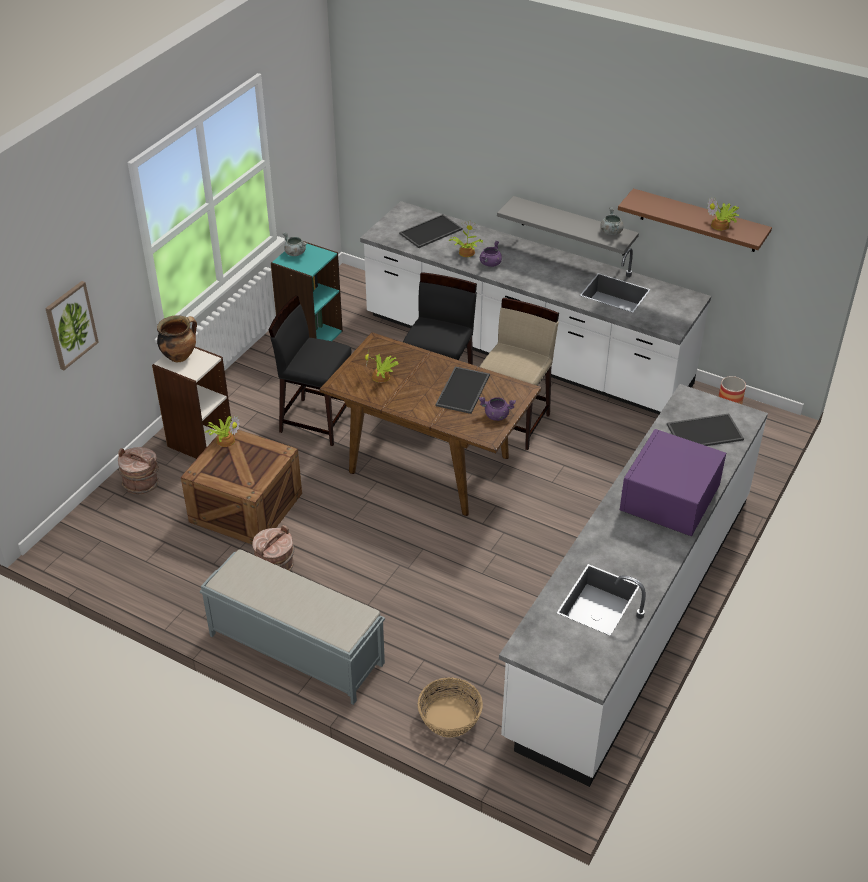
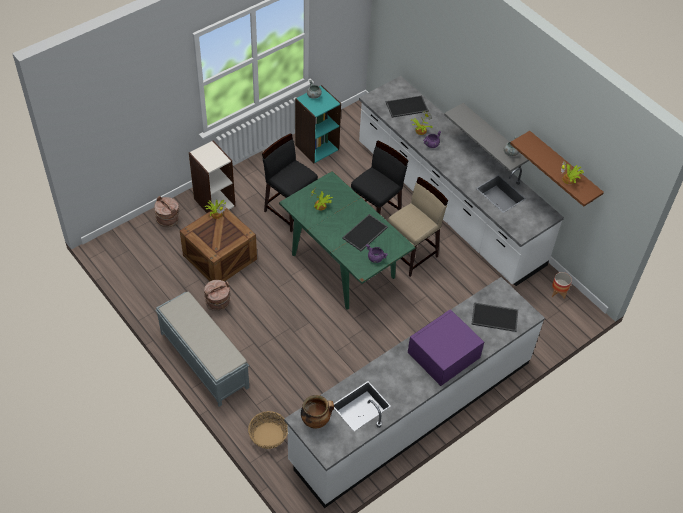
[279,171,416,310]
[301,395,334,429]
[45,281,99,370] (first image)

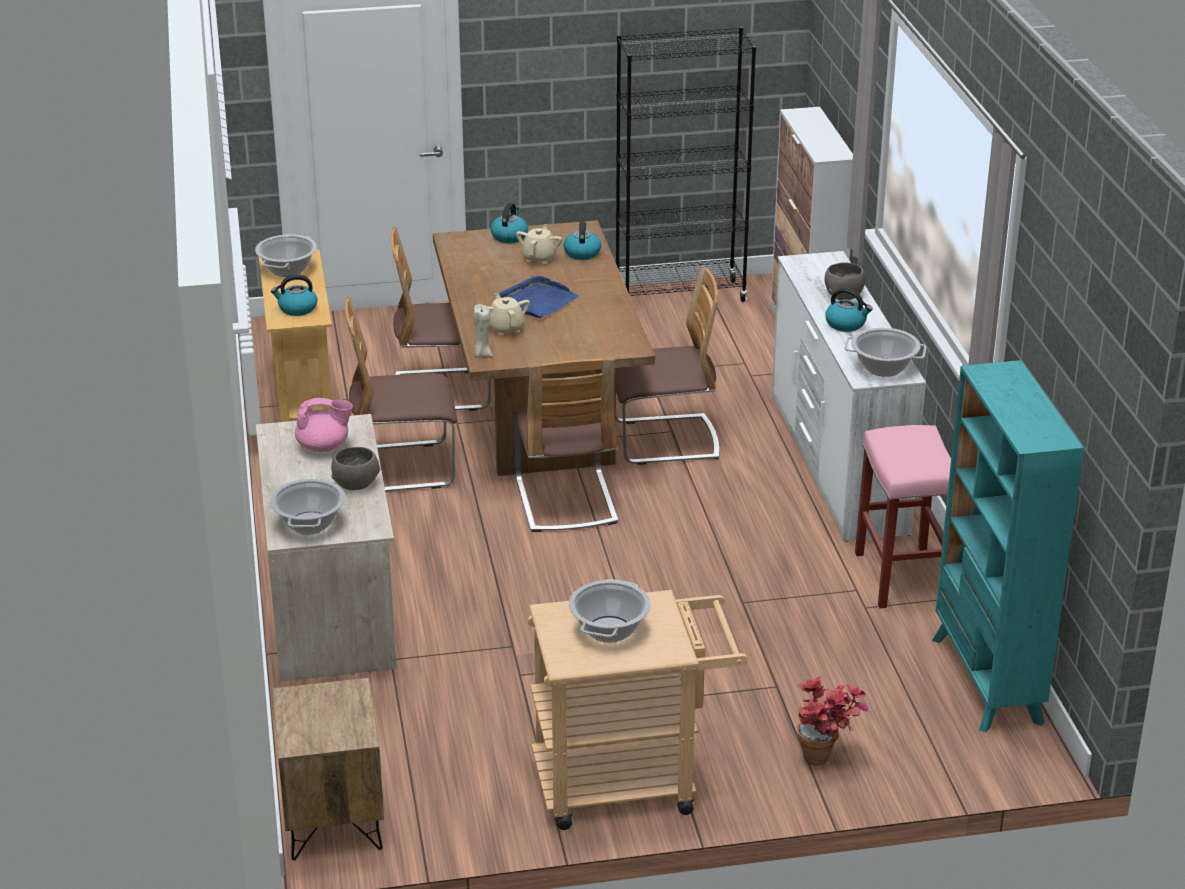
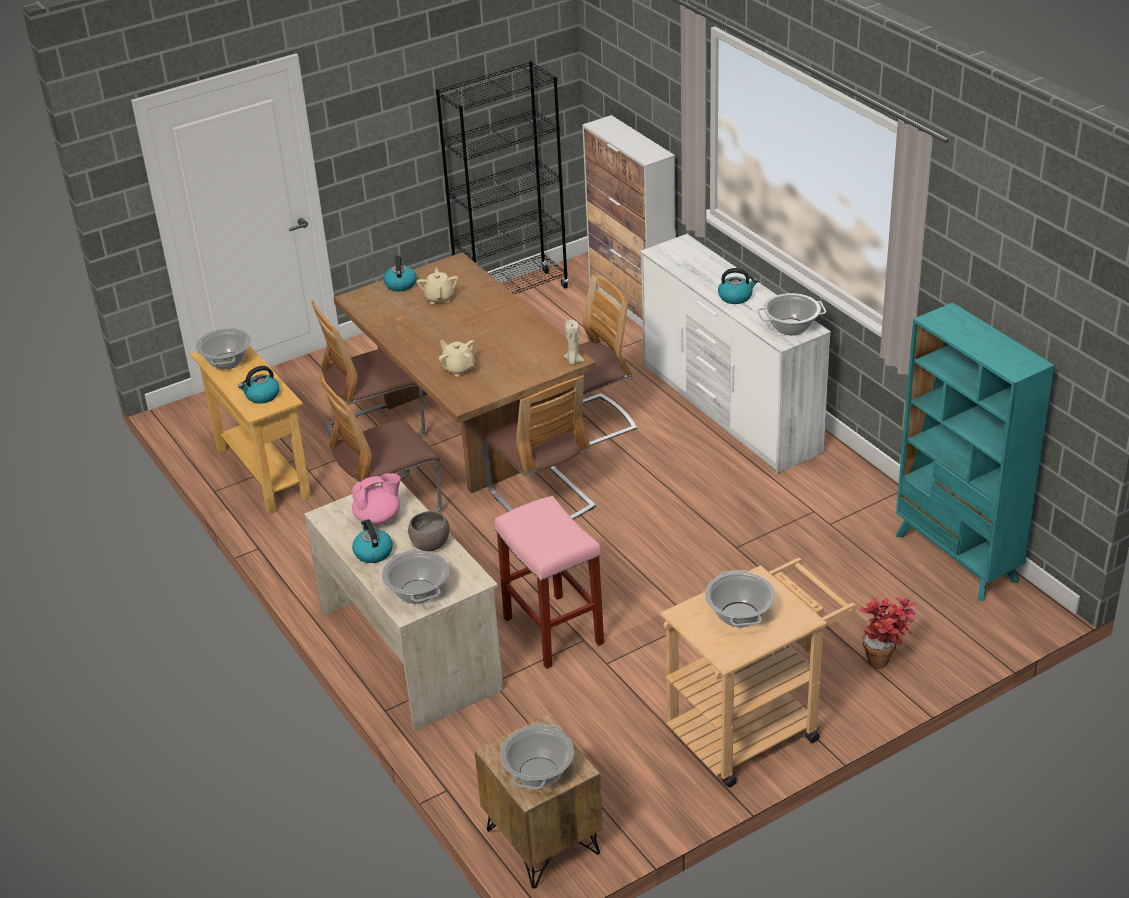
[352,519,393,563]
[495,496,604,669]
[500,723,574,789]
[564,320,585,365]
[499,276,579,318] (first image)
[824,262,865,300] (first image)

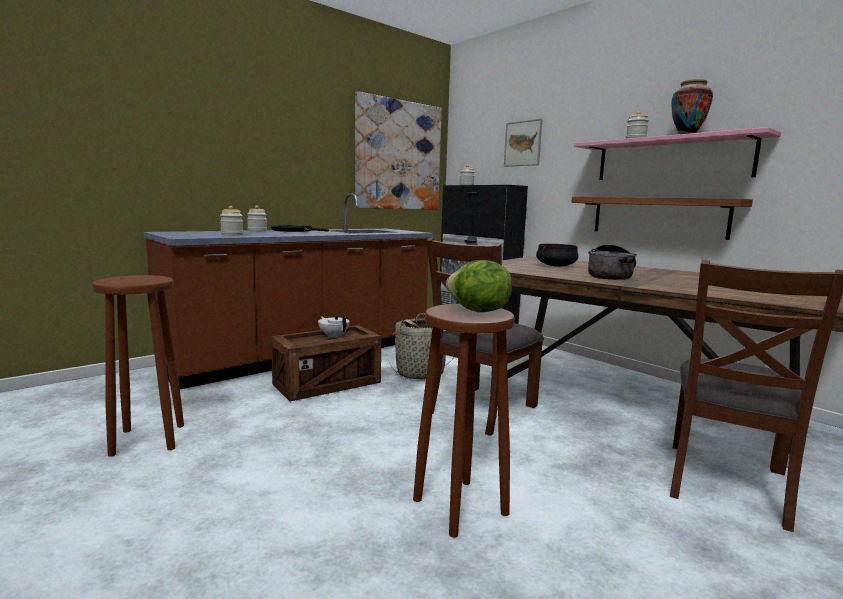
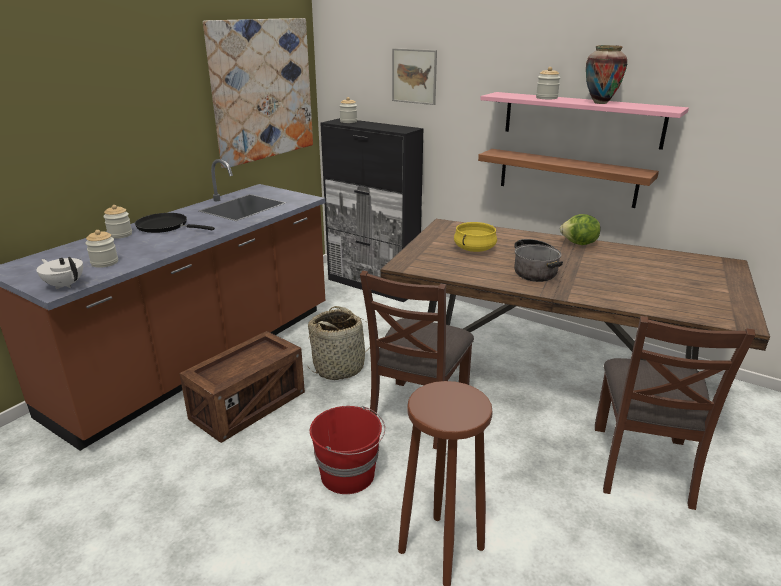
[36,257,83,289]
[310,406,385,494]
[454,222,497,252]
[560,214,601,245]
[92,275,184,457] (first image)

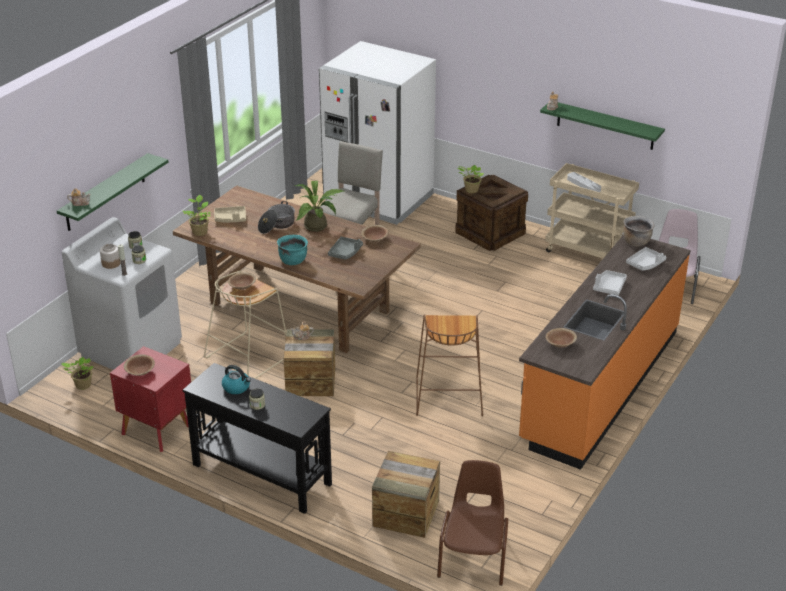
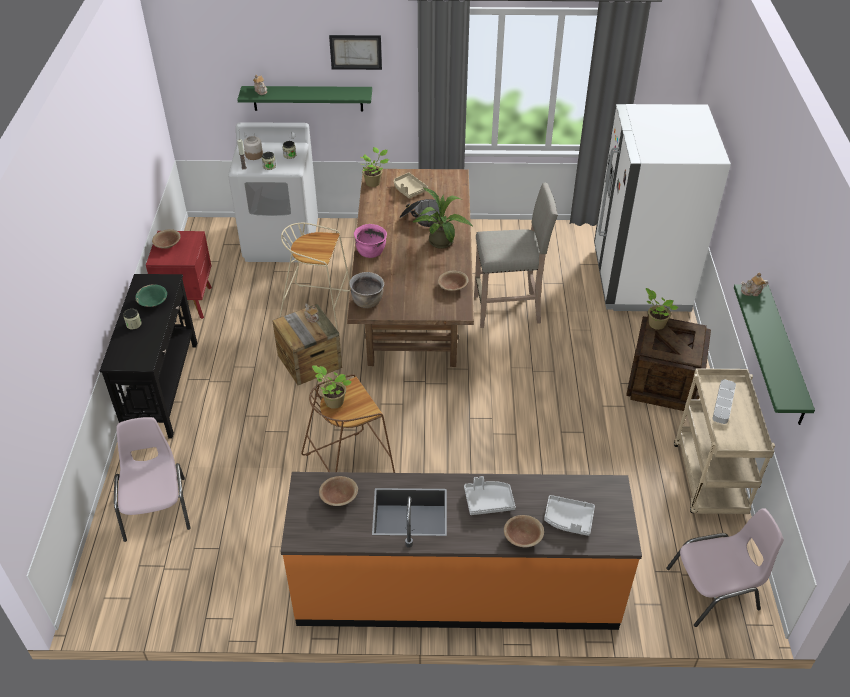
[114,417,191,542]
[135,284,167,307]
[312,365,352,409]
[329,35,382,70]
[349,272,384,308]
[354,224,387,258]
[504,515,544,547]
[328,237,363,260] (first image)
[437,460,508,586] (first image)

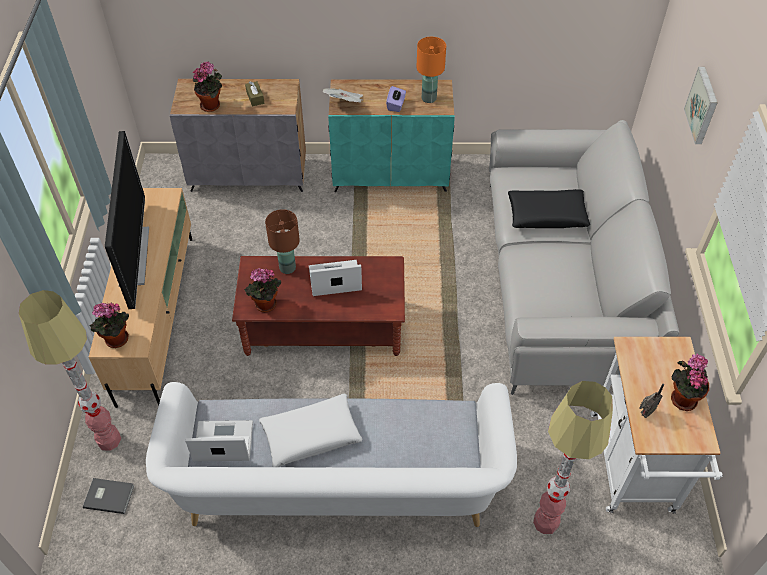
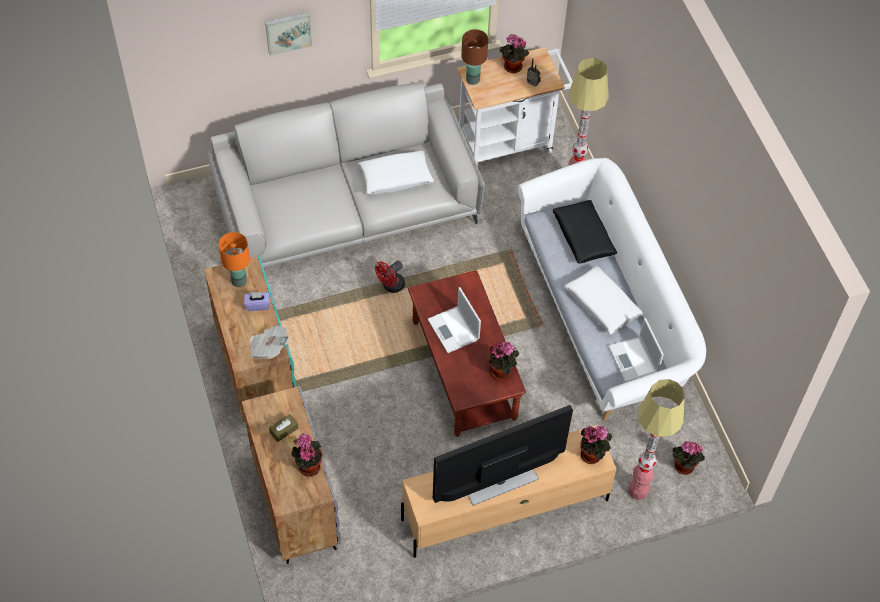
[358,151,434,194]
[375,261,405,293]
[461,29,488,85]
[552,200,617,263]
[672,441,705,475]

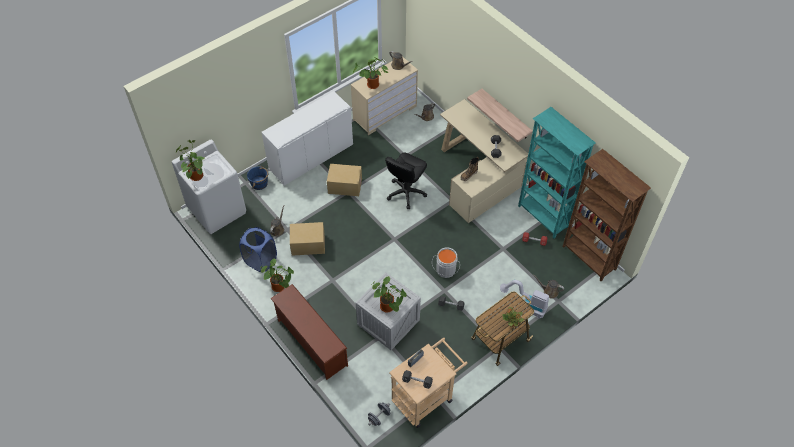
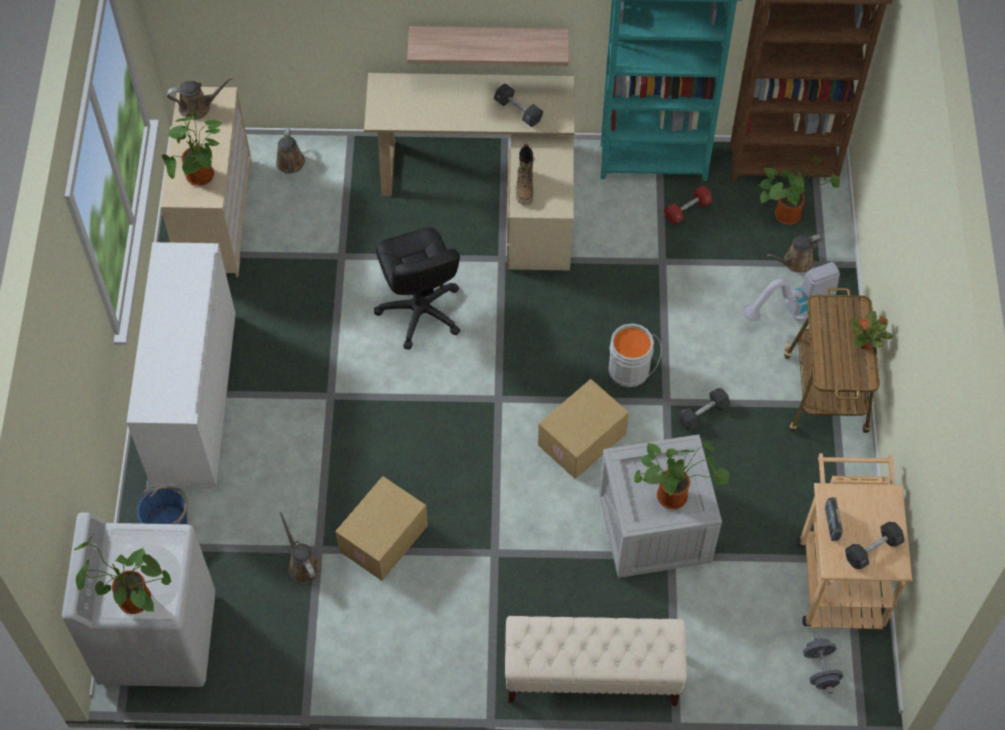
[505,616,687,706]
[538,379,629,479]
[759,154,840,225]
[239,227,277,272] (first image)

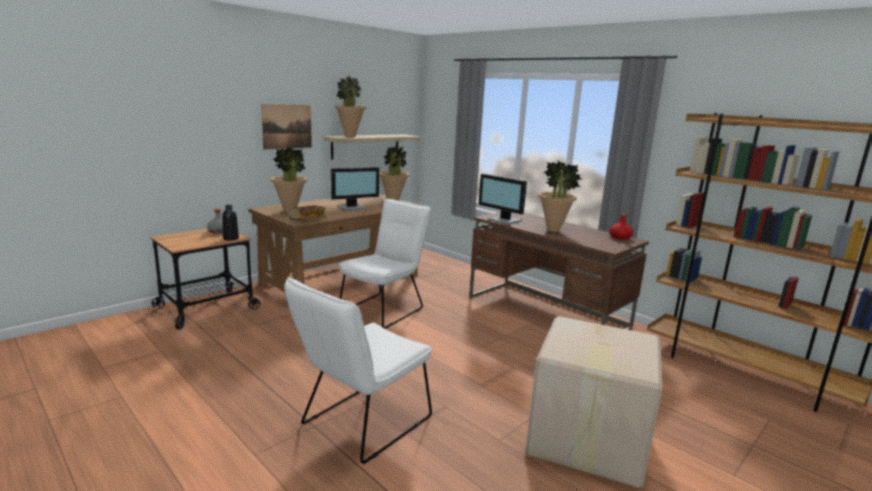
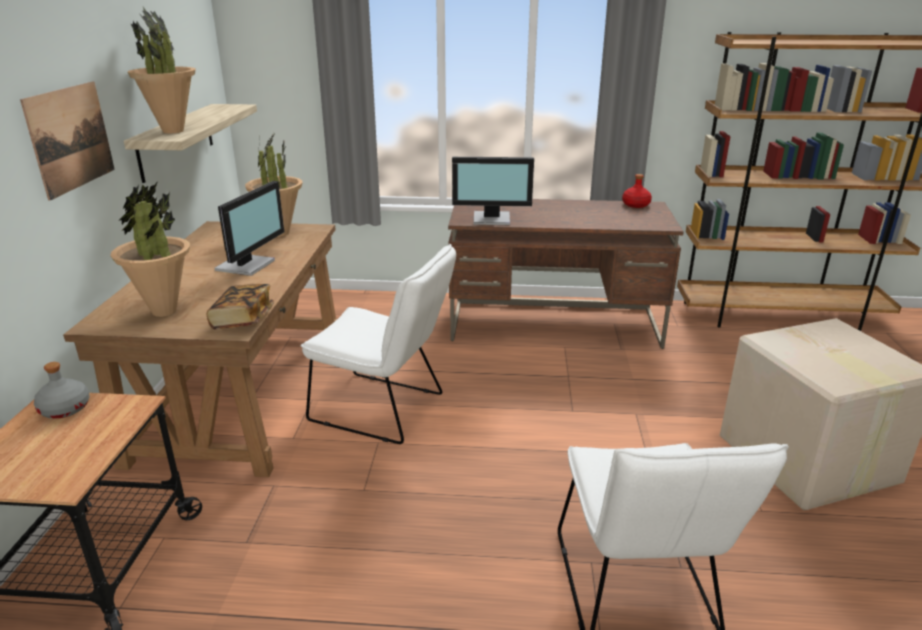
[301,244,456,444]
[222,205,239,241] (first image)
[538,161,581,232] (first image)

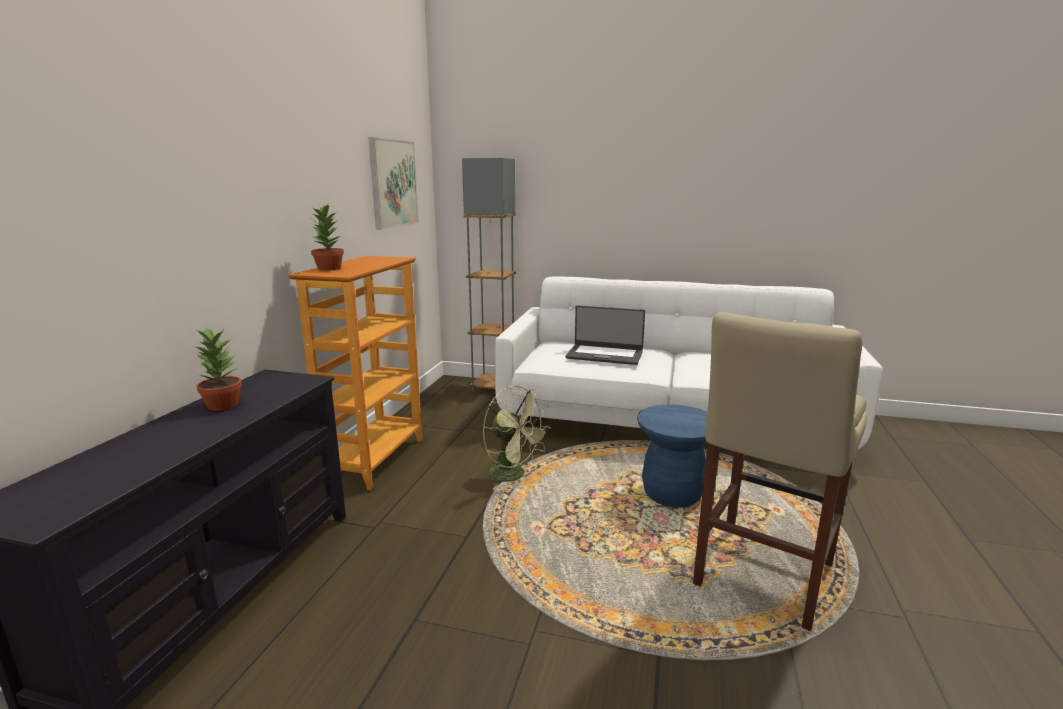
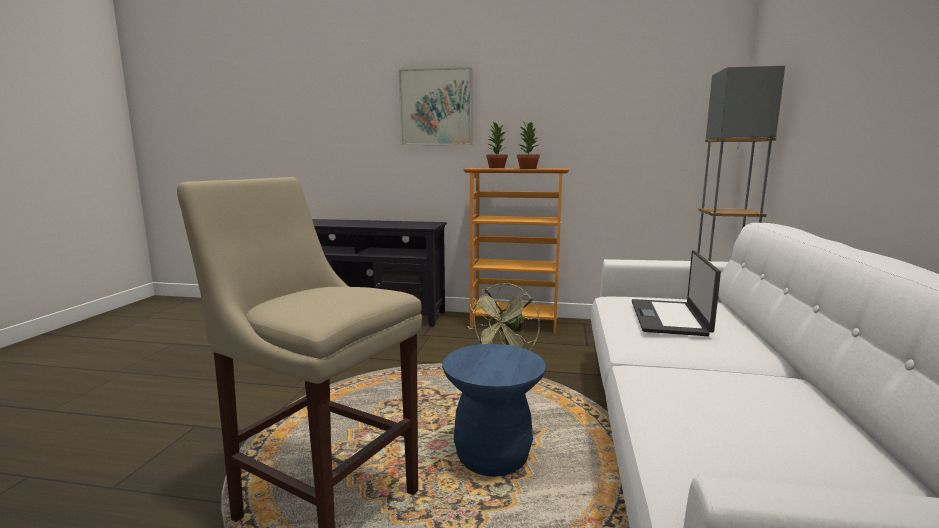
[399,67,472,145]
[517,120,540,169]

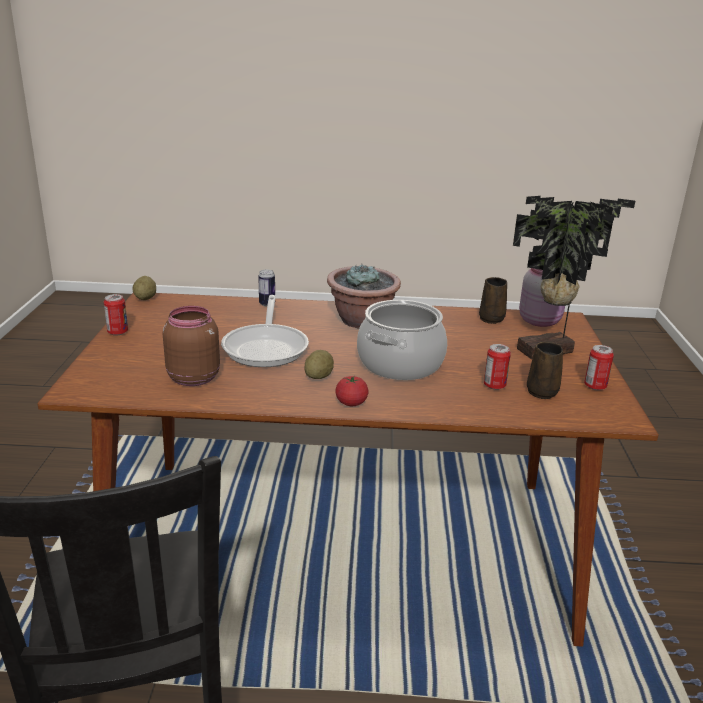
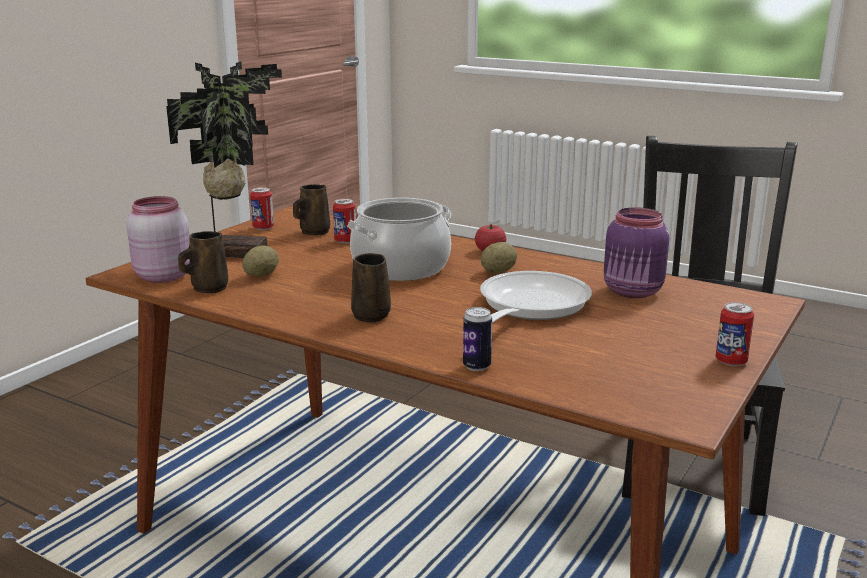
[242,246,279,277]
[351,253,391,323]
[604,207,669,298]

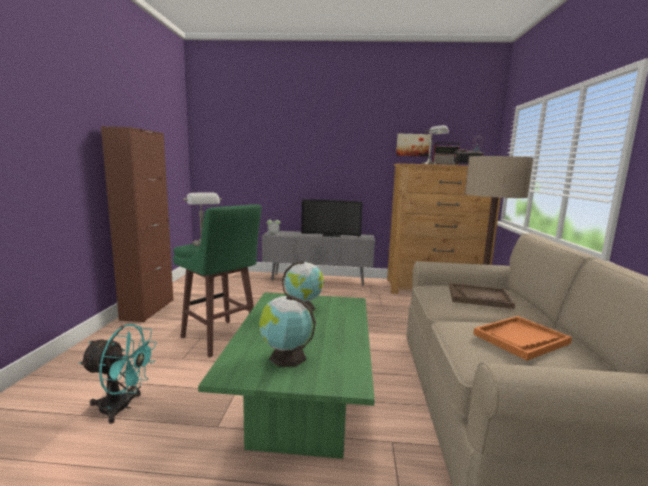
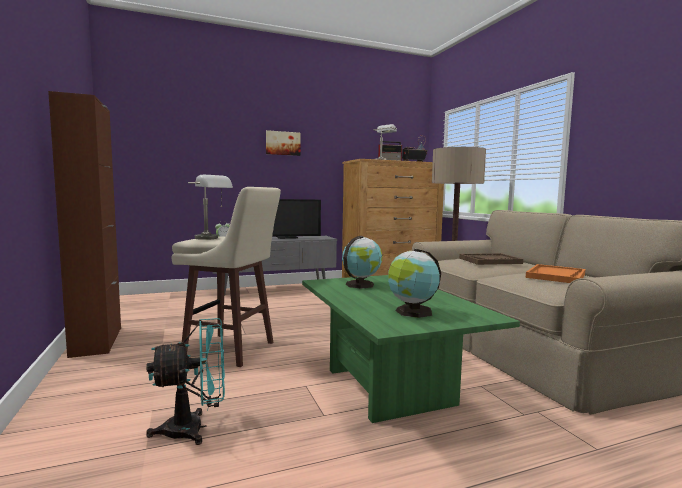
[172,187,281,367]
[266,130,301,156]

